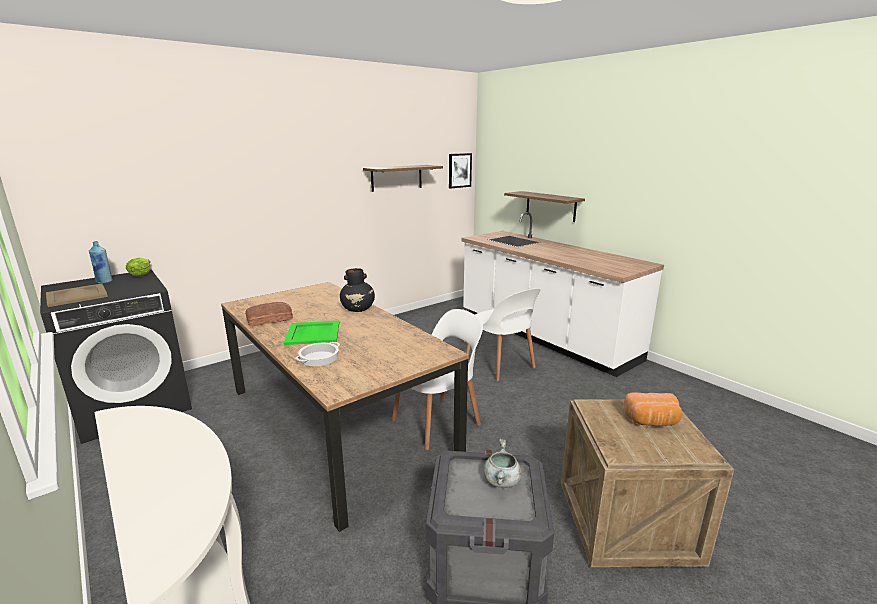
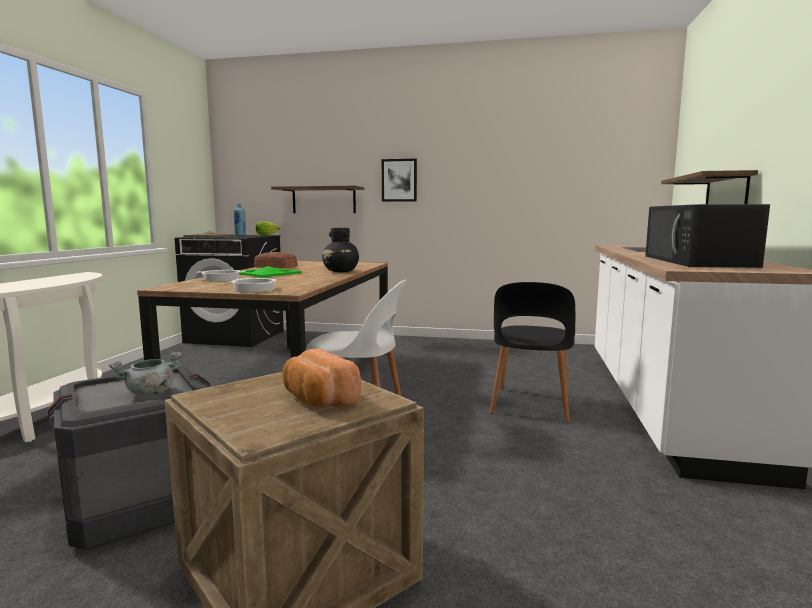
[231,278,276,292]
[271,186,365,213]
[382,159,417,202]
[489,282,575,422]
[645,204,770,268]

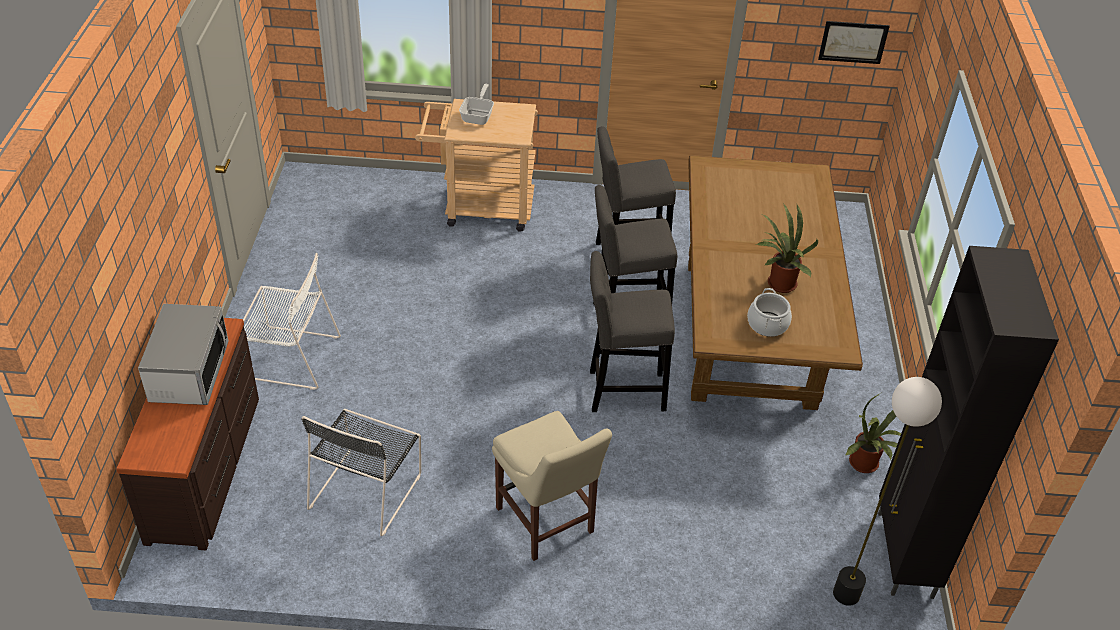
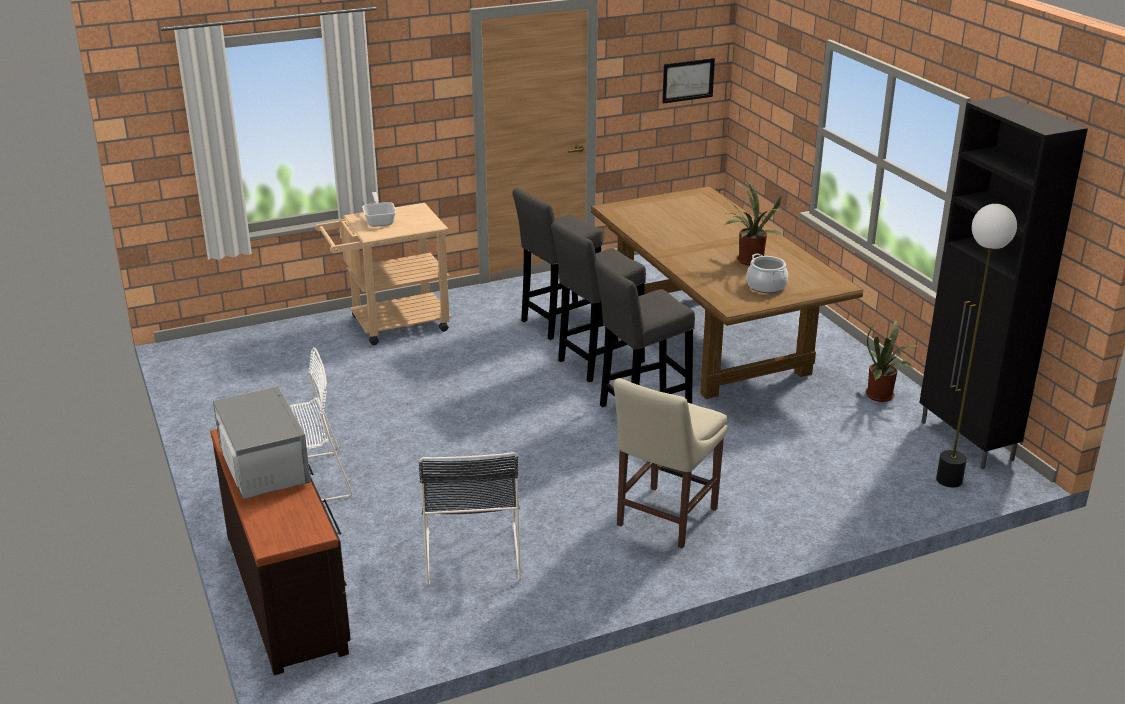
[614,378,728,549]

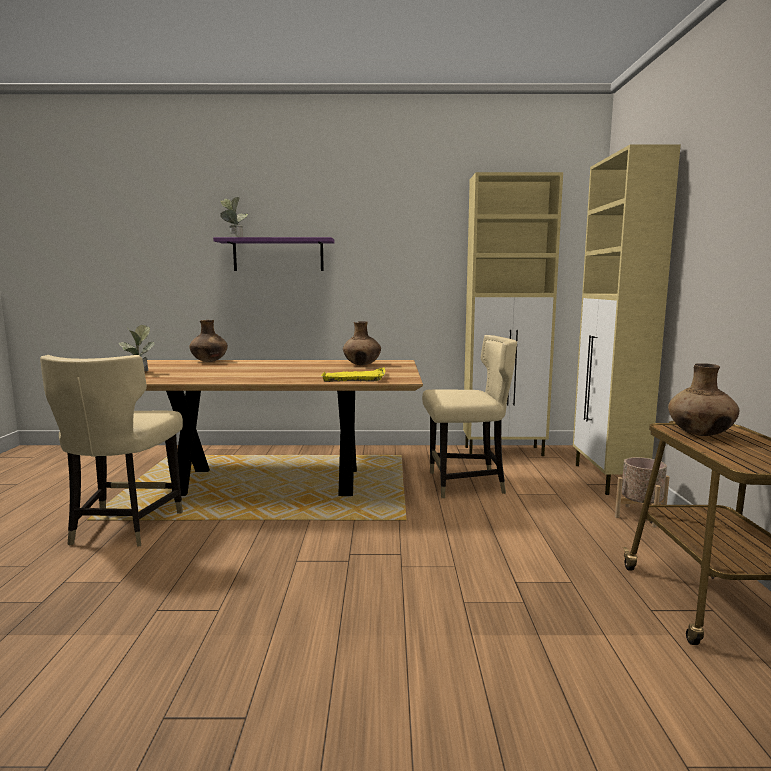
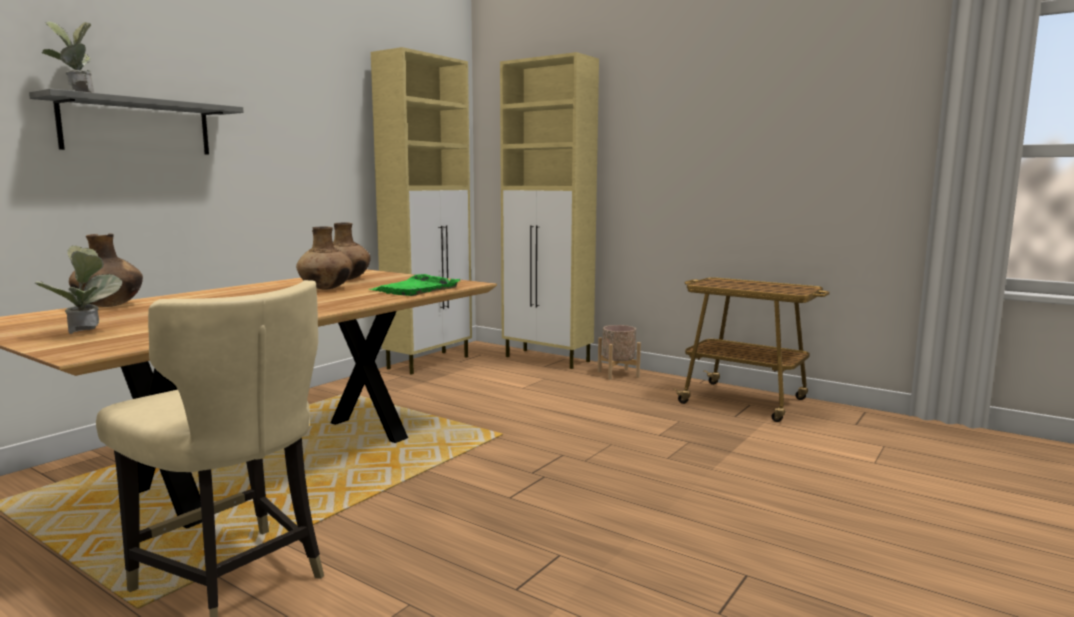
[29,88,244,155]
[296,227,353,290]
[370,274,460,296]
[422,335,517,498] (first image)

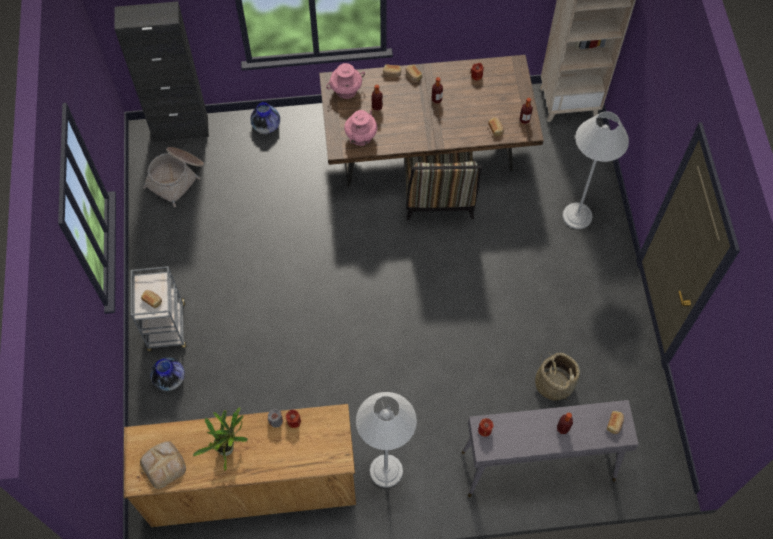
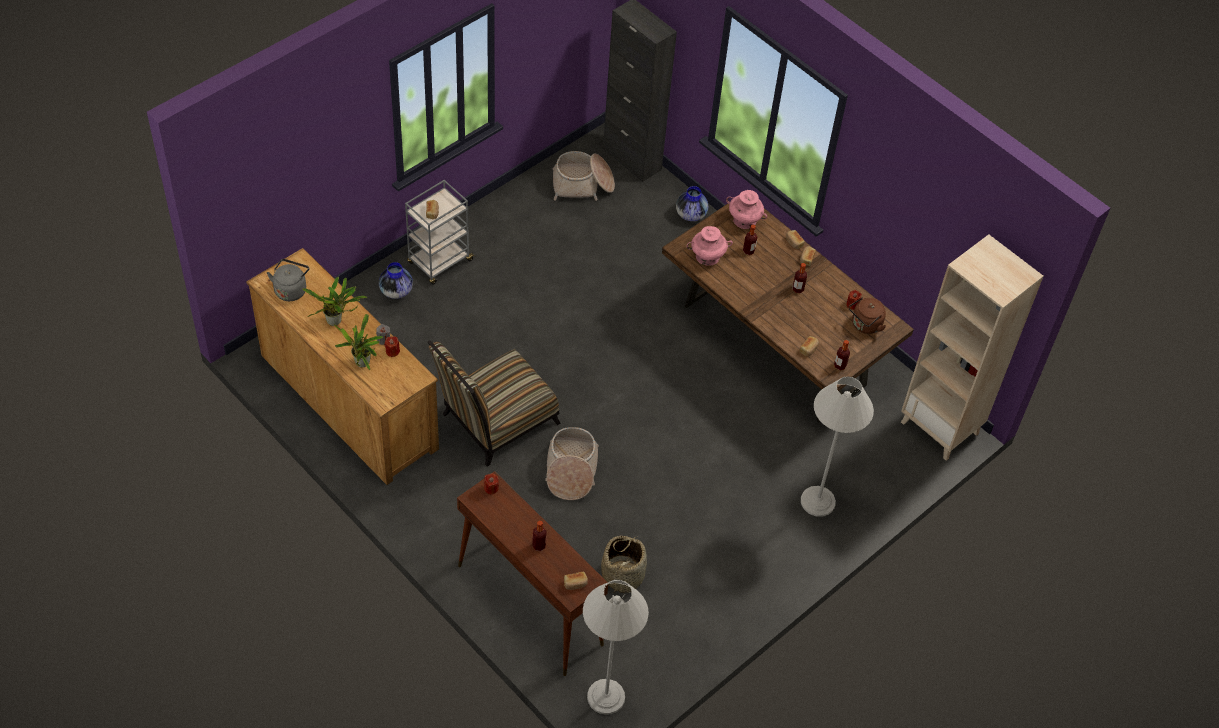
[267,259,309,301]
[334,314,383,370]
[428,340,561,467]
[457,471,608,676]
[545,427,599,500]
[583,580,649,715]
[849,297,886,334]

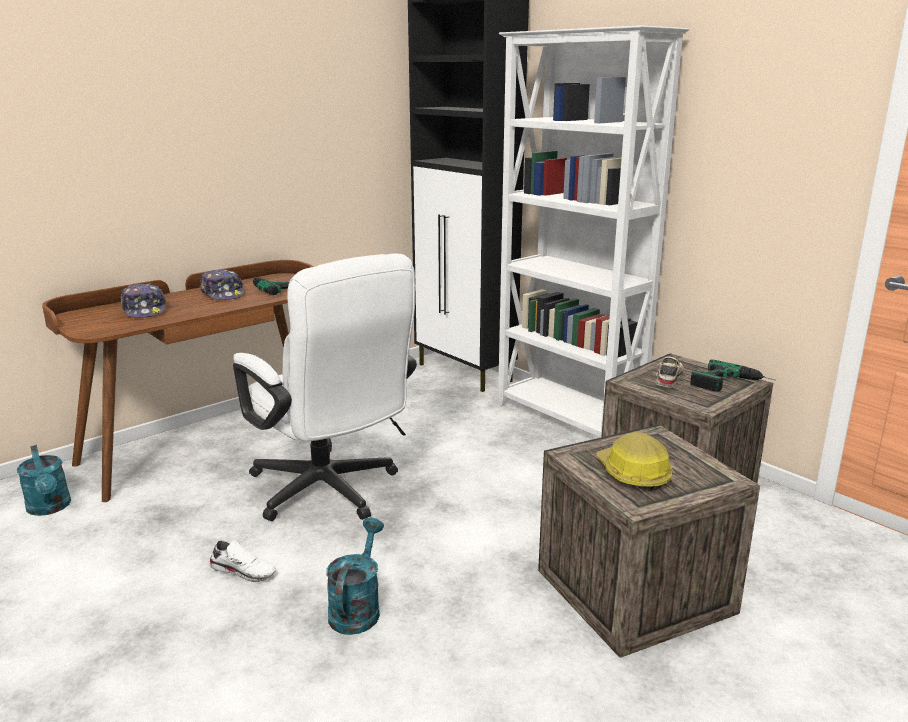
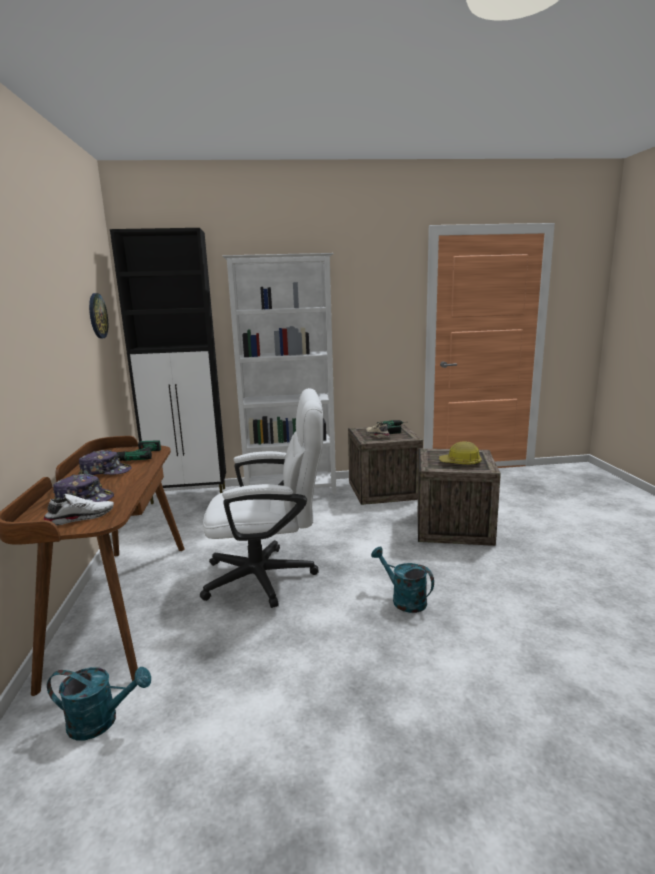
[44,494,114,526]
[89,293,108,338]

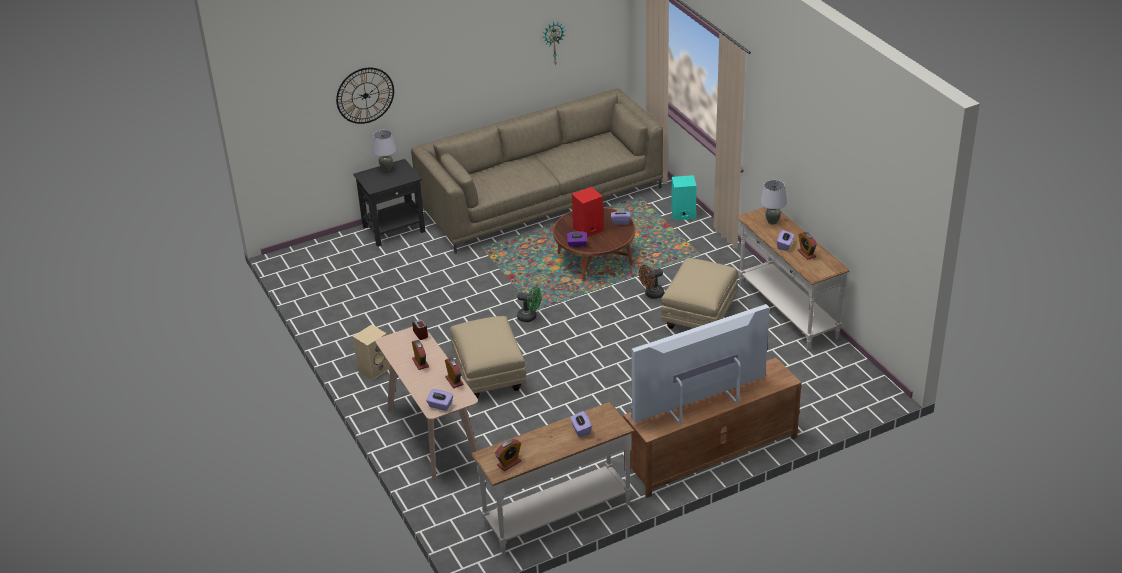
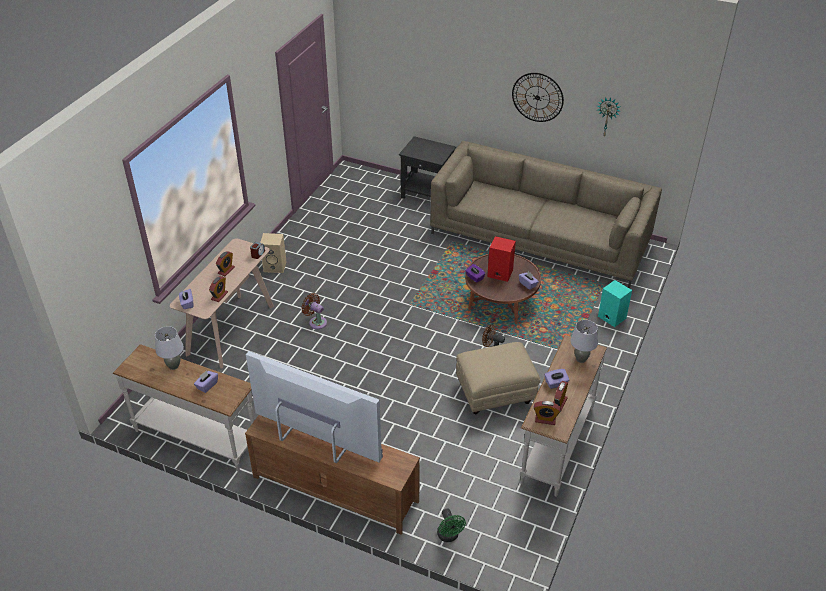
[155,326,184,370]
[301,293,327,329]
[437,508,466,542]
[512,73,564,122]
[534,401,561,425]

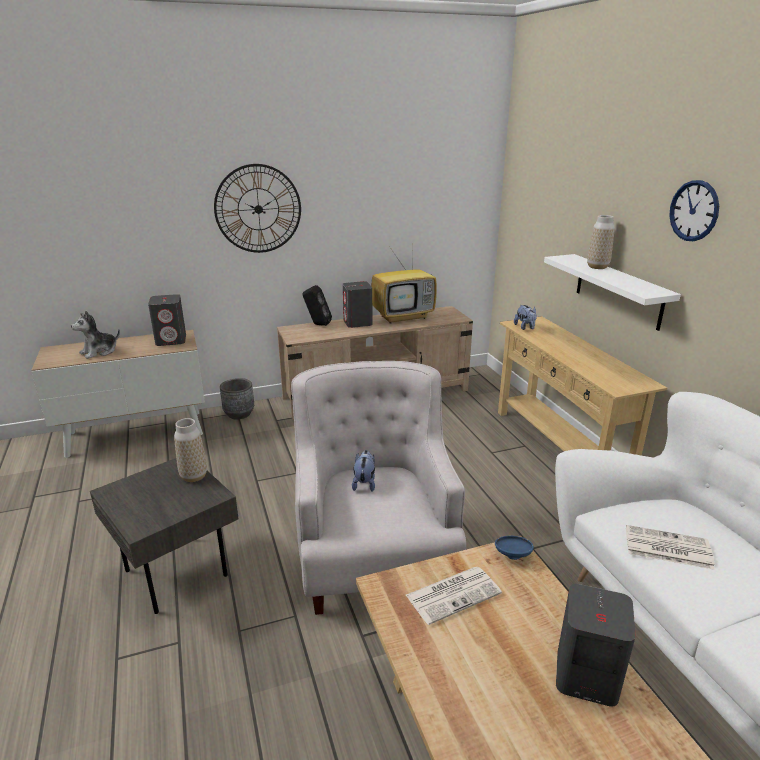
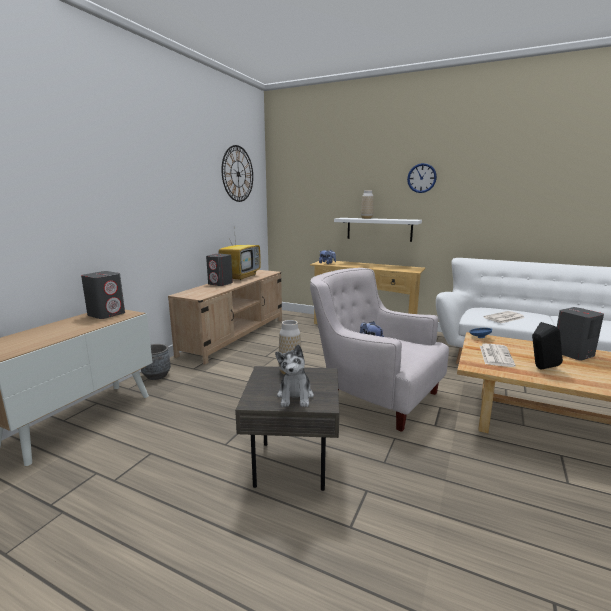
[221,145,253,202]
[275,344,314,407]
[532,322,563,370]

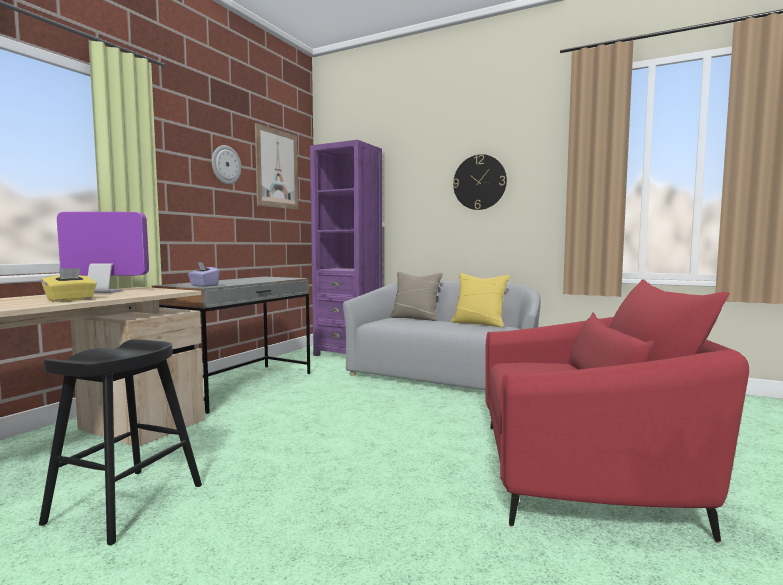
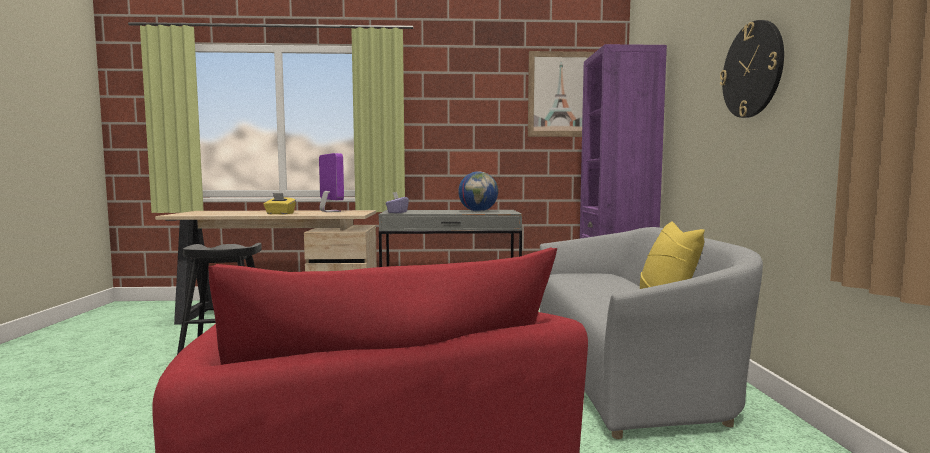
[458,171,498,212]
[212,145,241,184] (first image)
[390,272,443,321] (first image)

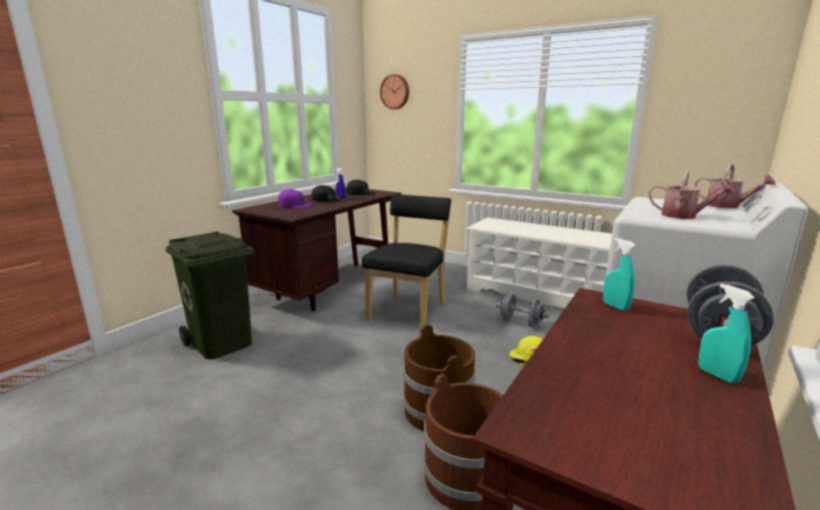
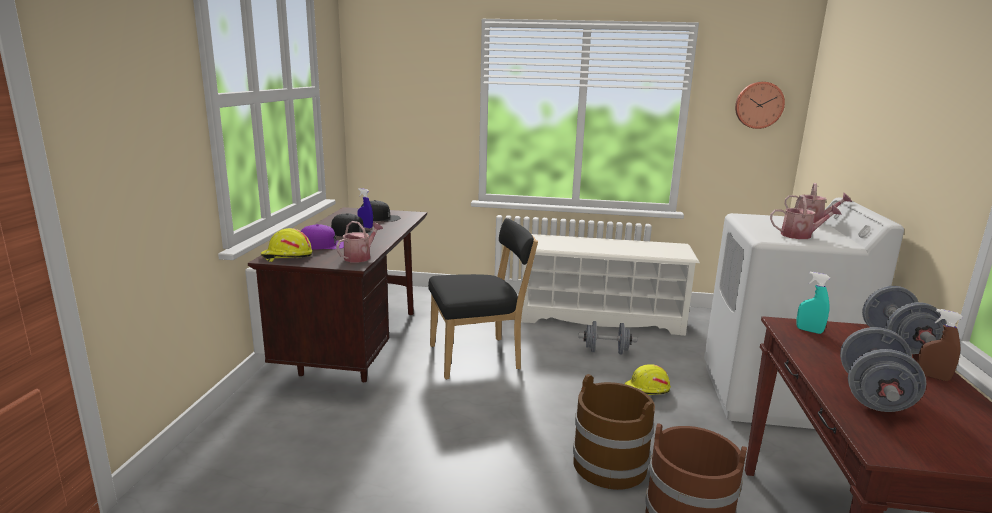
[261,228,312,262]
[336,221,383,263]
[428,218,538,379]
[735,82,785,129]
[840,327,926,412]
[917,309,963,381]
[165,232,255,359] (first image)

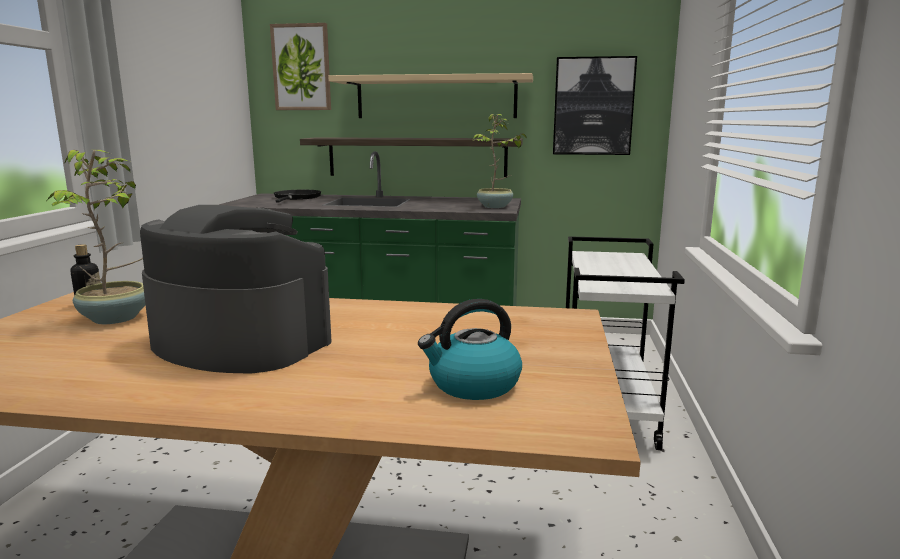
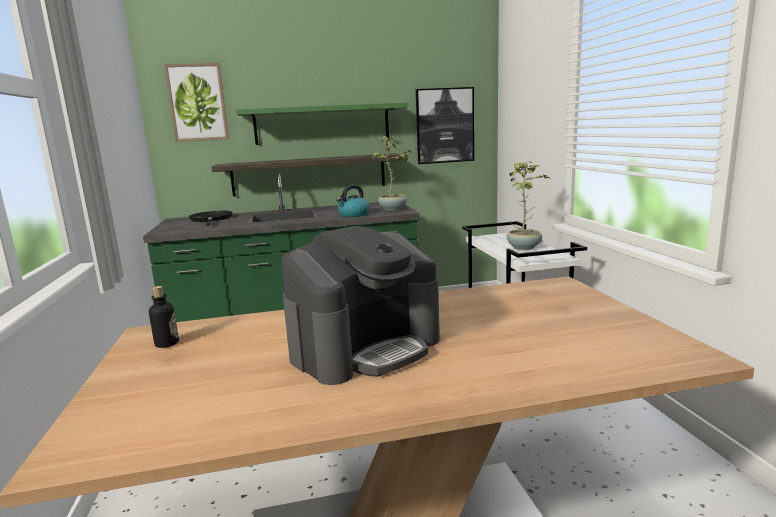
[236,102,408,145]
[281,226,440,385]
[336,185,369,217]
[507,161,551,250]

